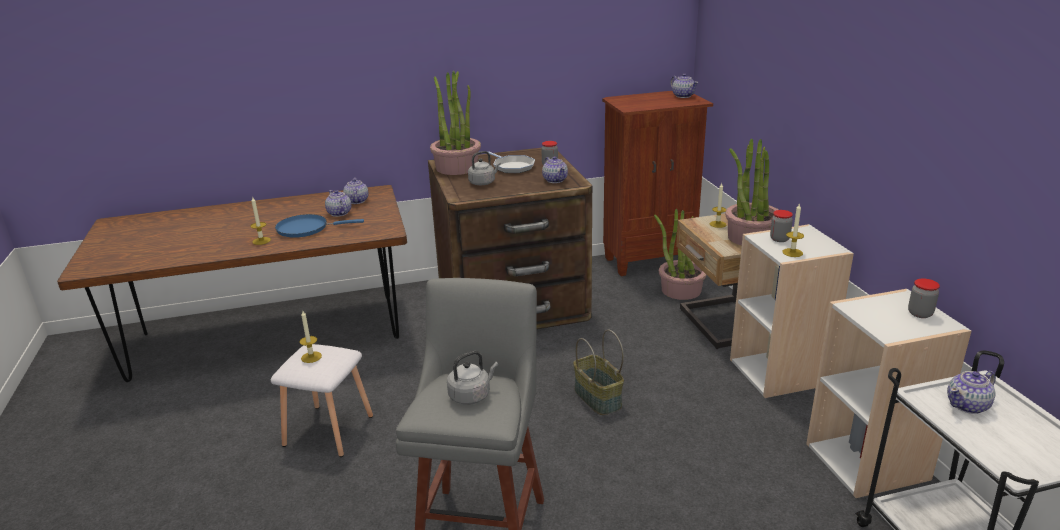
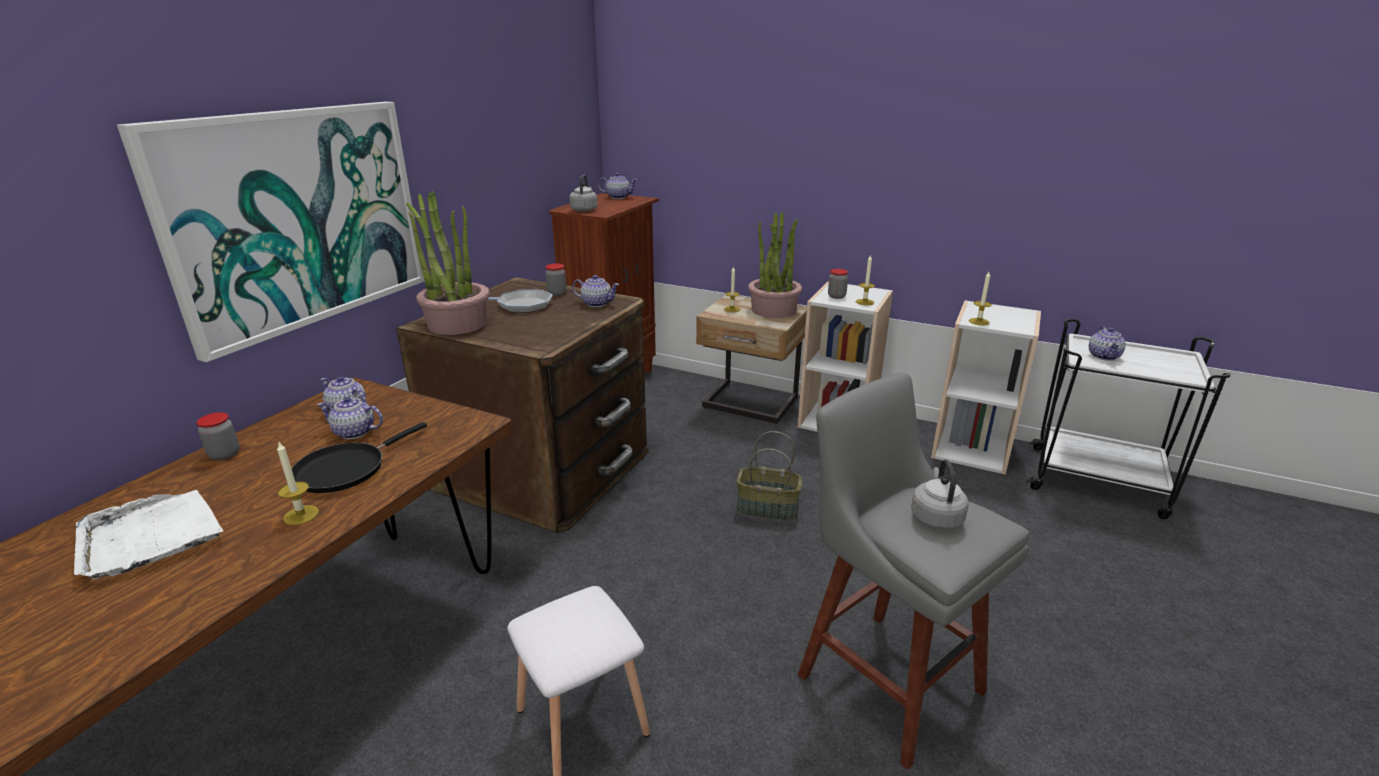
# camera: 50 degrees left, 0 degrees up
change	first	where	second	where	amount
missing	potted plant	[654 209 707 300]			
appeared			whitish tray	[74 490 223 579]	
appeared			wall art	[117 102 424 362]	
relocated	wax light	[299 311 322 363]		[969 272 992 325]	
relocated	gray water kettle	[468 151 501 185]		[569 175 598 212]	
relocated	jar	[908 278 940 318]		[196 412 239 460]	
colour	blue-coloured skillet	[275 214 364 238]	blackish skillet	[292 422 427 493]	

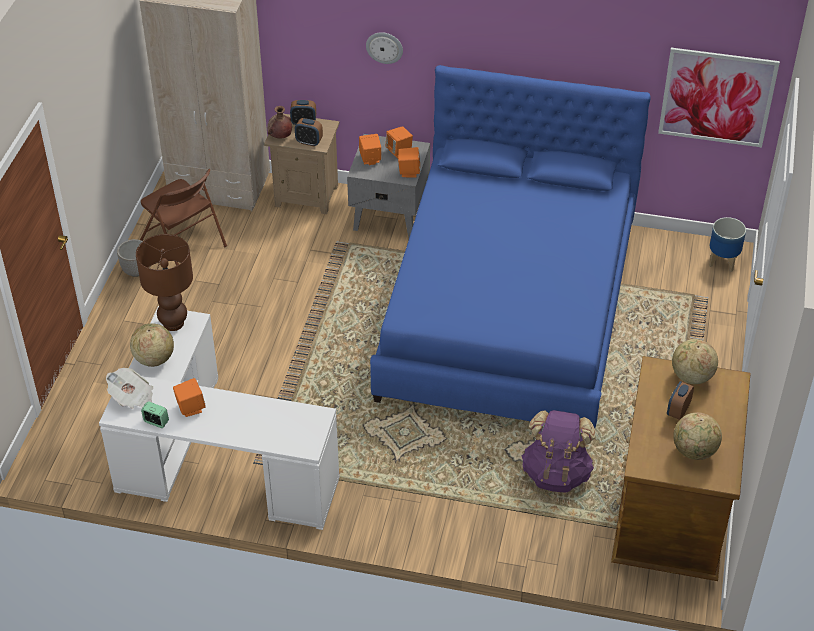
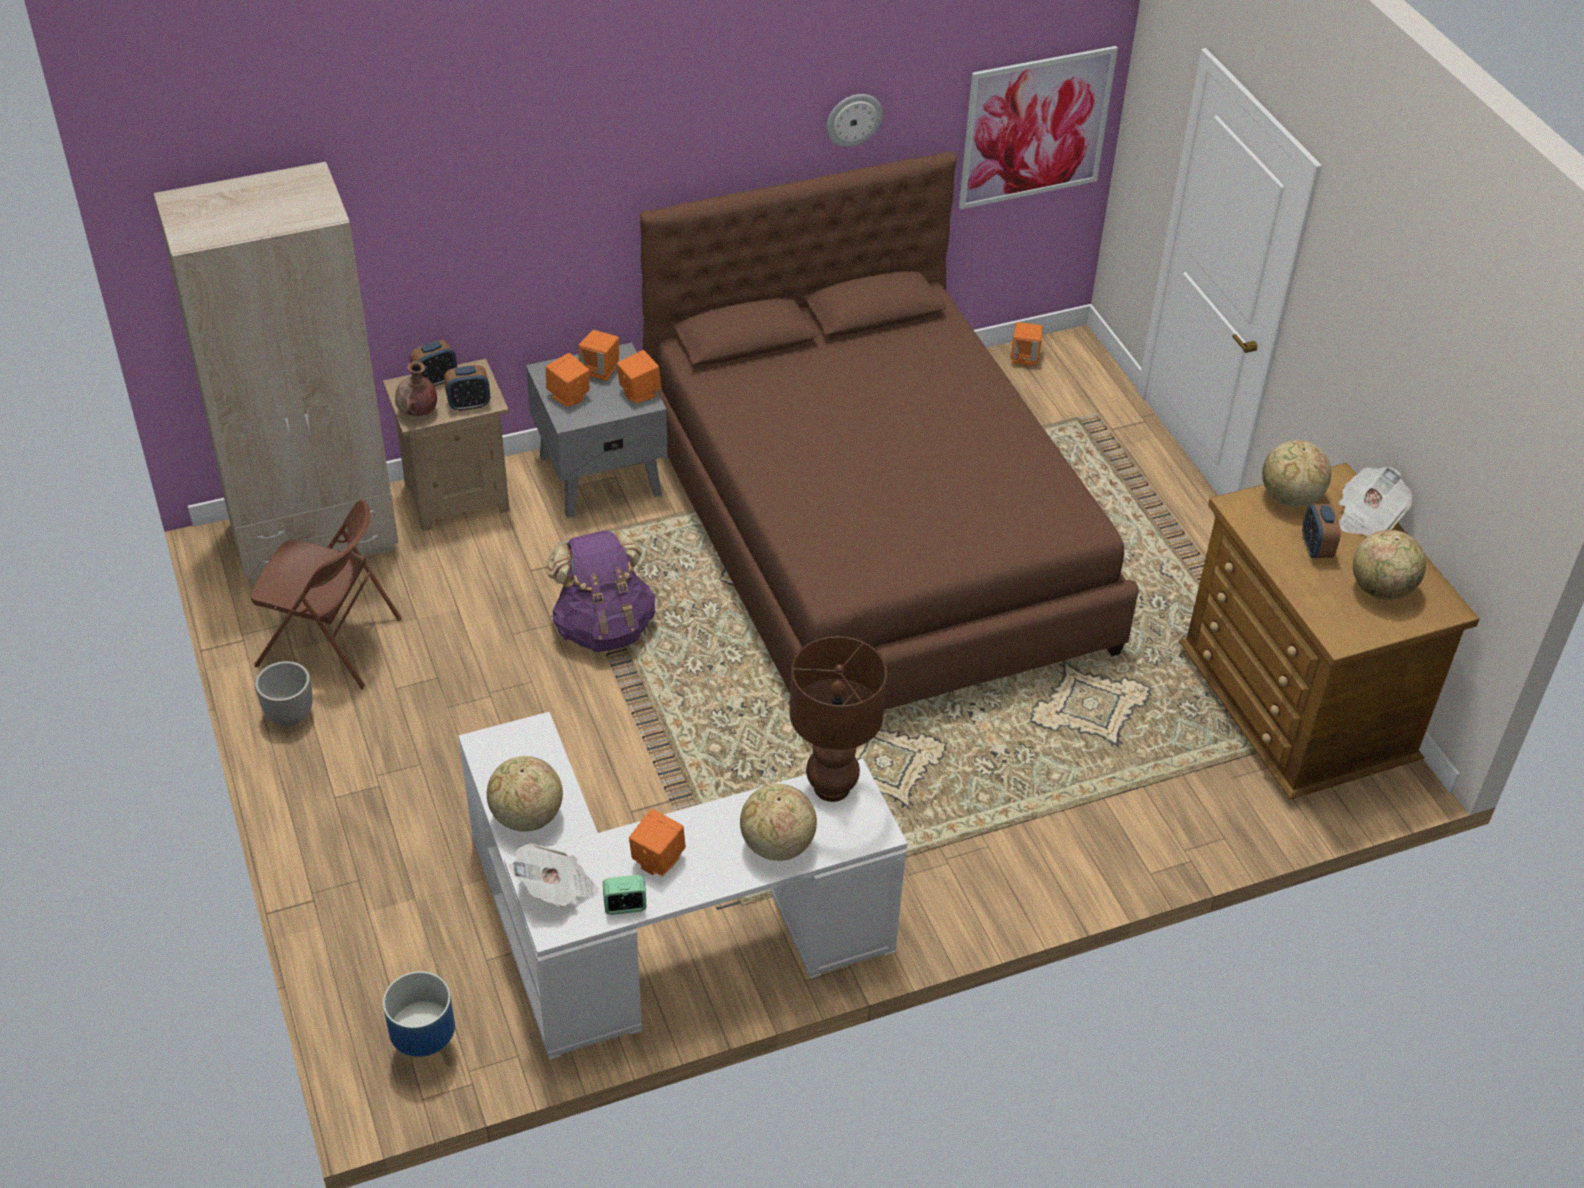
# camera: 35 degrees left, 0 degrees up
change	first	where	second	where	amount
appeared			world globe	[740 784 817 861]	
appeared			orange loudspeaker	[1010 322 1043 366]	
appeared			printed paper	[1339 467 1412 536]	
relocated	brownish lamp for a table	[136 234 193 331]		[790 636 887 802]	
relocated	clock on the wall	[366 32 403 64]		[827 94 883 147]	
relocated	purple-coloured backpack	[522 410 595 493]		[546 530 656 652]	
relocated	plant pot	[709 217 746 272]		[383 971 455 1075]	
colour	blue-coloured sleeping bed	[370 65 651 428]	brownish sleeping bed	[640 151 1139 710]	

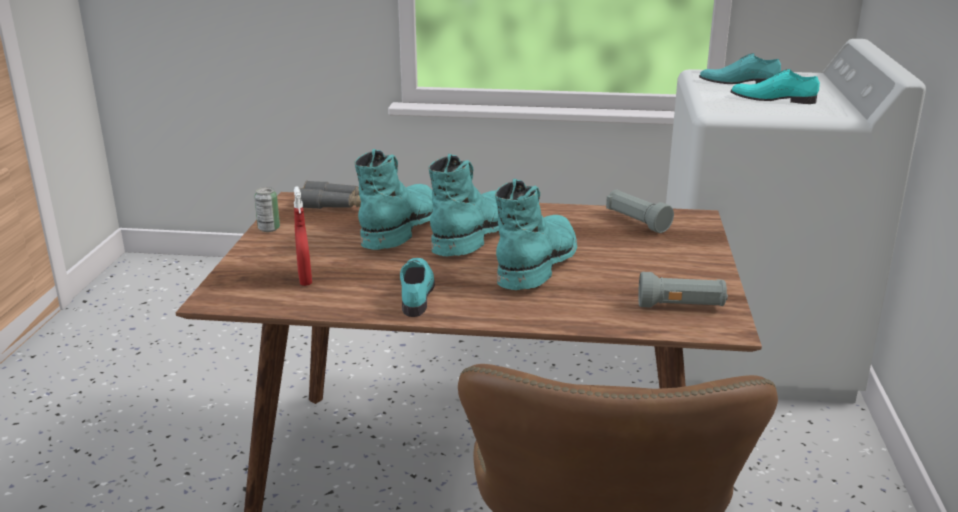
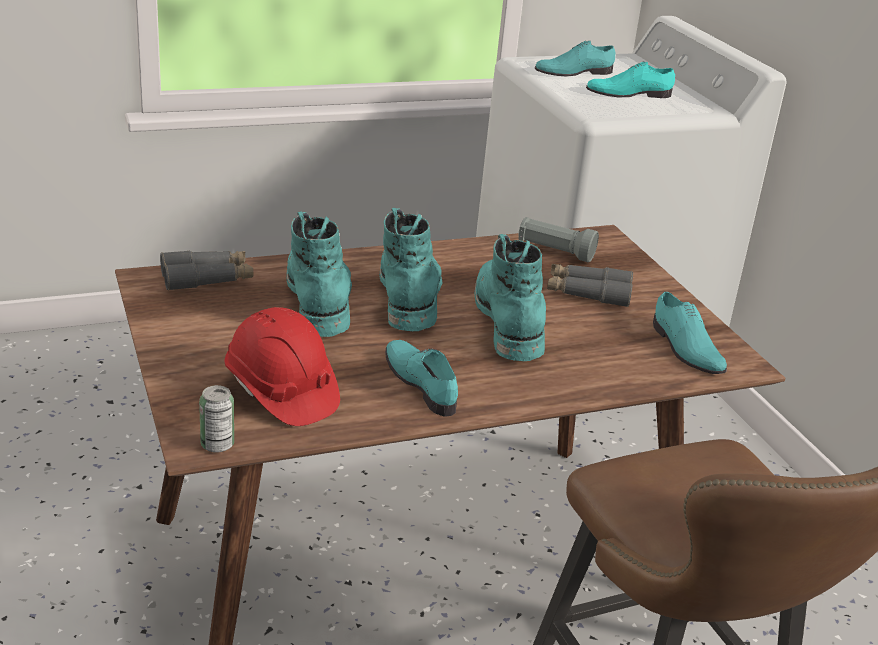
# camera: 30 degrees left, 5 degrees up
change	first	where	second	where	amount
appeared			gray binoculars	[547 264 633 307]	
relocated	can	[254 187 280 232]		[199 385 234 453]	
exchanged	red sprayer	[294 186 312 286]	red work helmet	[224 307 340 426]	
exchanged	gray torch	[638 272 728 308]	blue-green item of footwear	[653 292 727 374]	

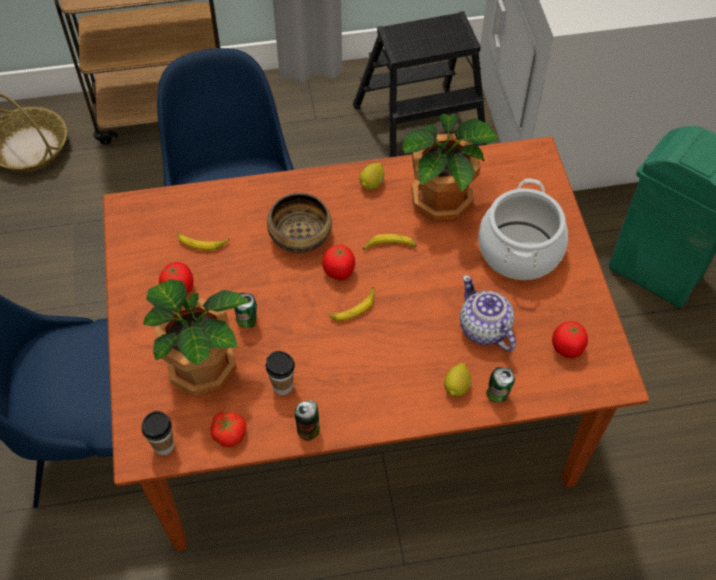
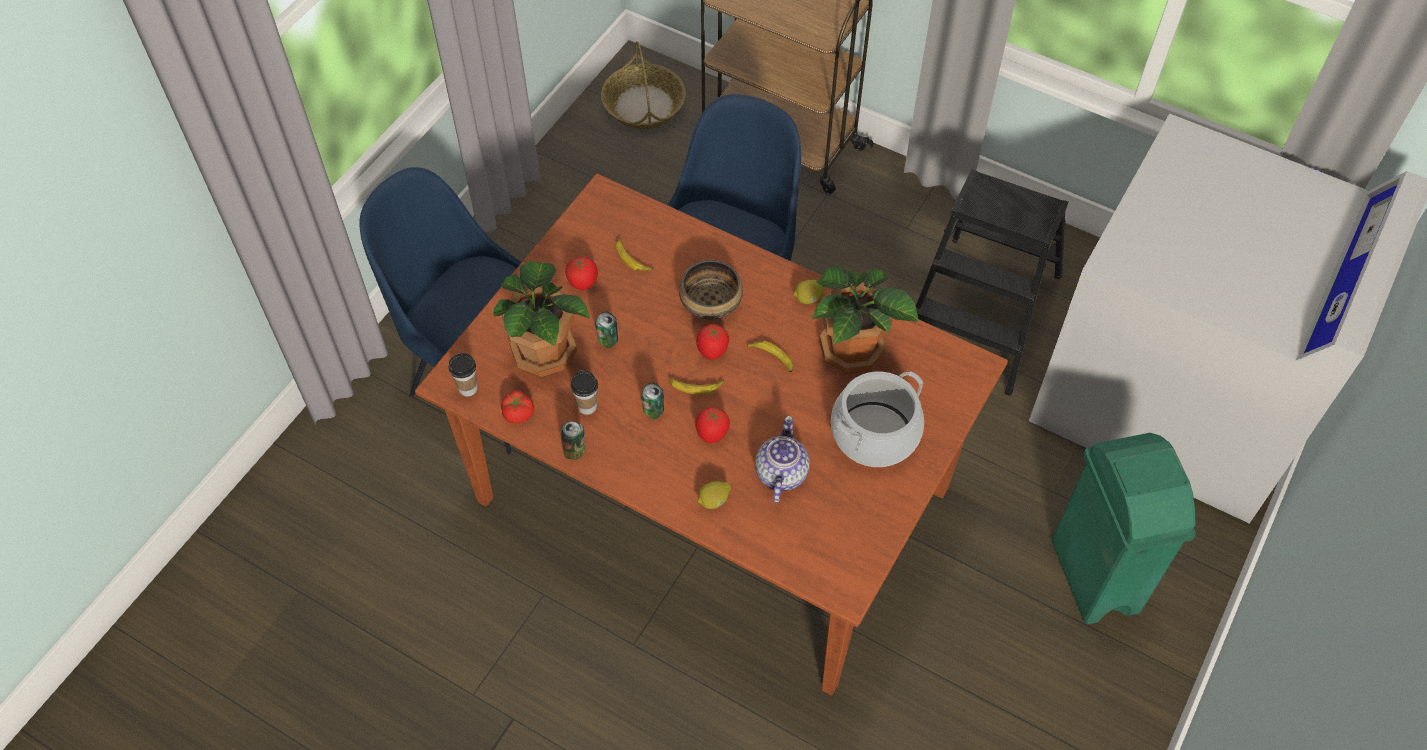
# camera: 40 degrees right, 0 degrees up
change	first	where	second	where	amount
relocated	can	[486 367 515 403]		[641 382 664 419]	
relocated	fresh tomato	[552 321 588 358]		[695 407 730 443]	

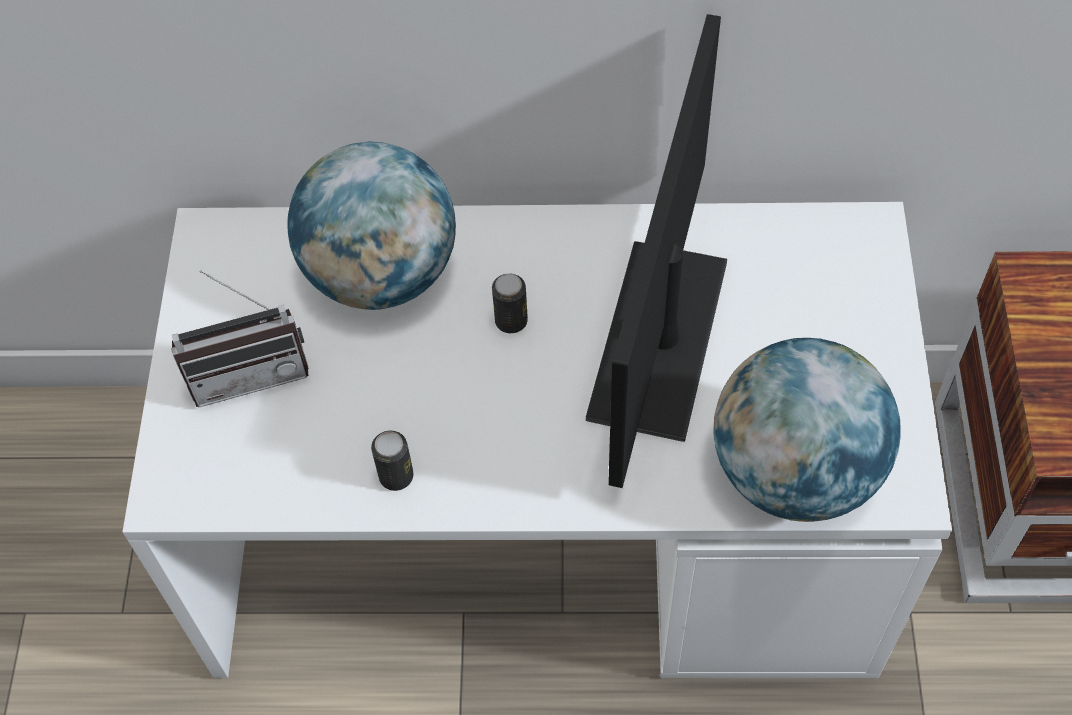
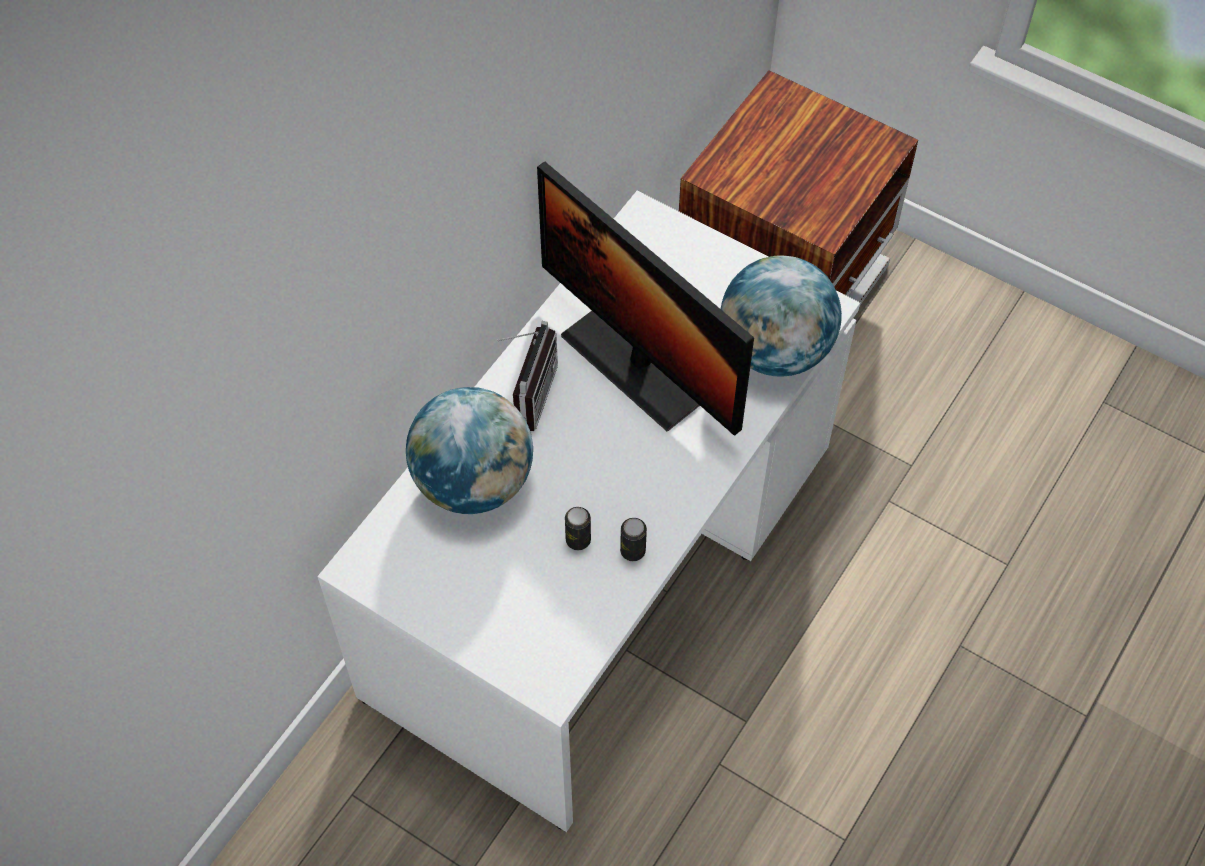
# camera: 60 degrees left, 0 degrees up
change	first	where	second	where	amount
relocated	radio receiver	[171 270 309 407]		[497 321 558 431]	
relocated	can	[492 273 528 333]		[565 507 591 550]	

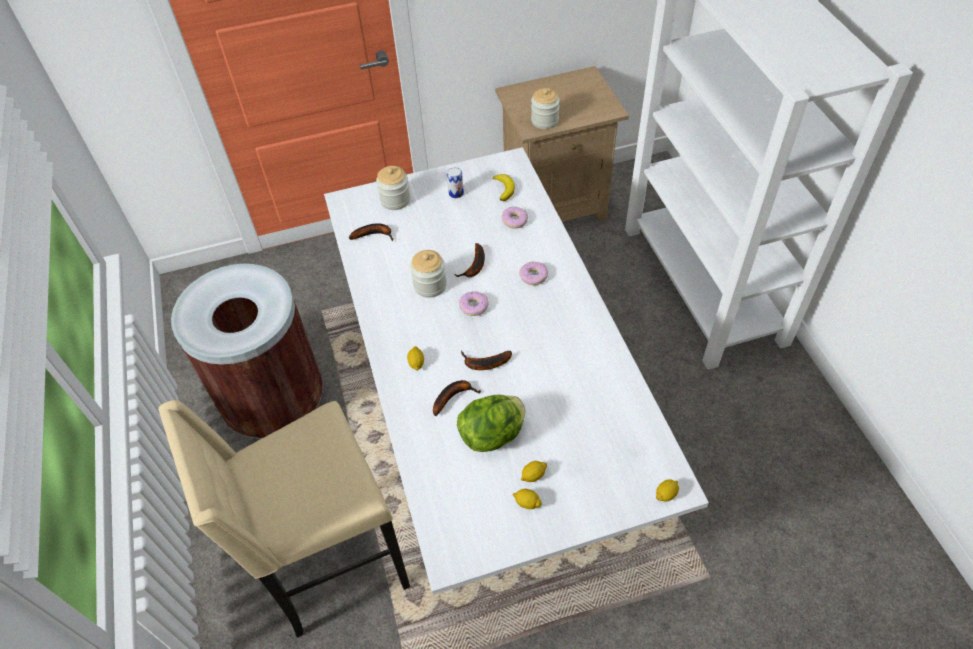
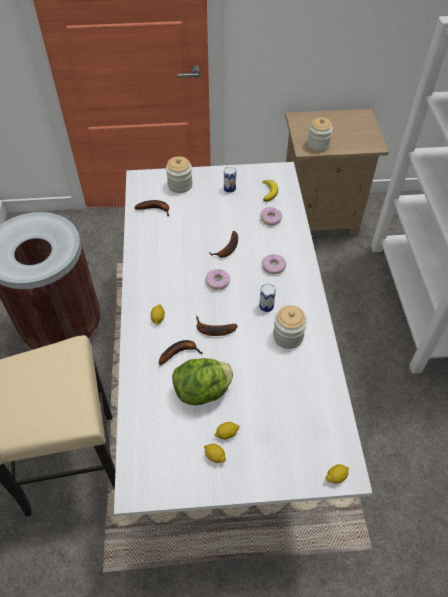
# camera: 10 degrees right, 0 degrees up
change	first	where	second	where	amount
appeared			can	[259 284 276 312]	
relocated	jar	[410 250 447 298]		[273 306 307 349]	

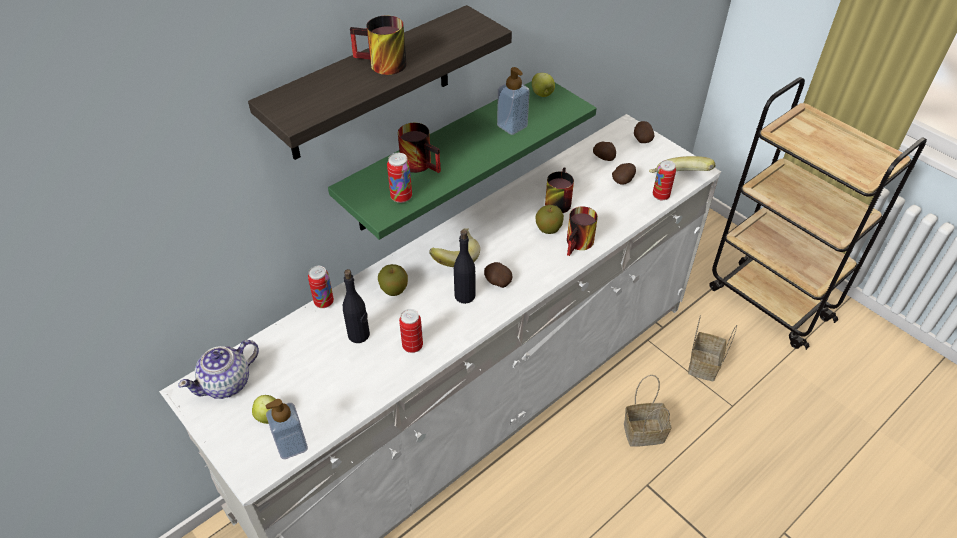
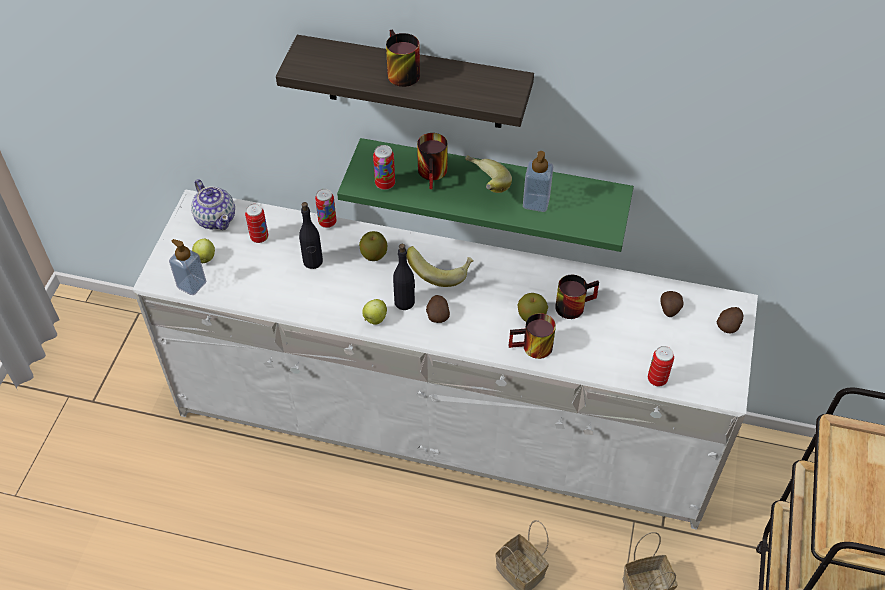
# camera: 55 degrees right, 5 degrees up
change	first	where	second	where	amount
missing	spud	[612 163 636 185]			
relocated	can	[399 309 423 353]		[245 204 268 243]	
relocated	whole apple	[532 73 555 97]		[362 299 387 325]	
relocated	whole banana	[649 156 715 173]		[465 155 512 193]	
spun	tea pot	[178 340 259 399]		[191 179 235 230]	135 degrees counterclockwise

